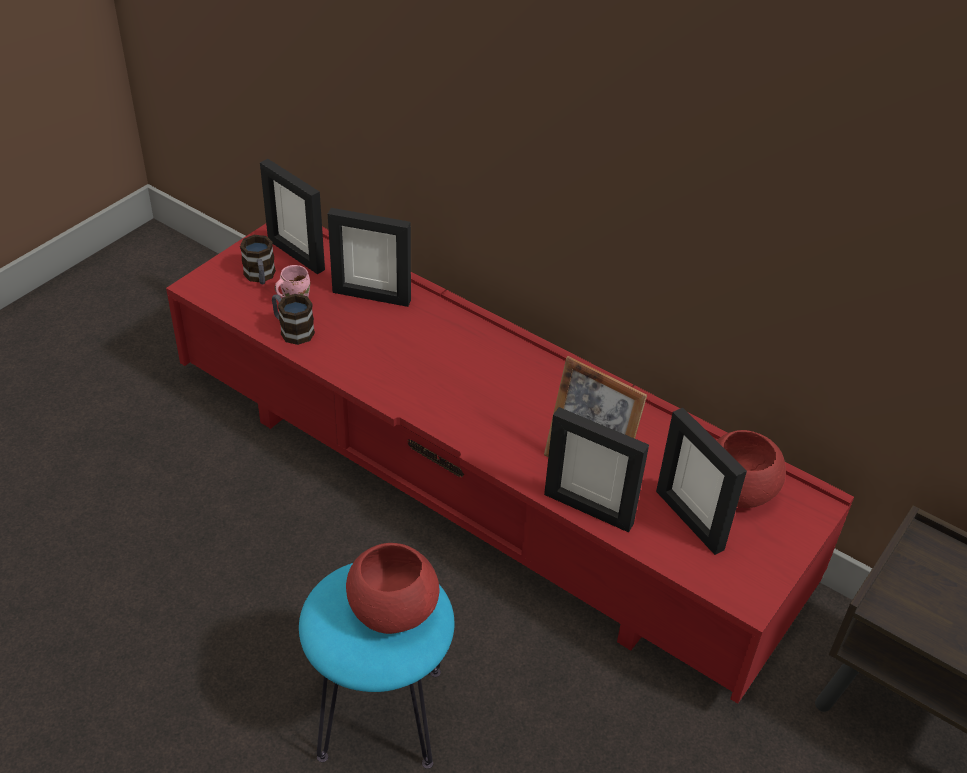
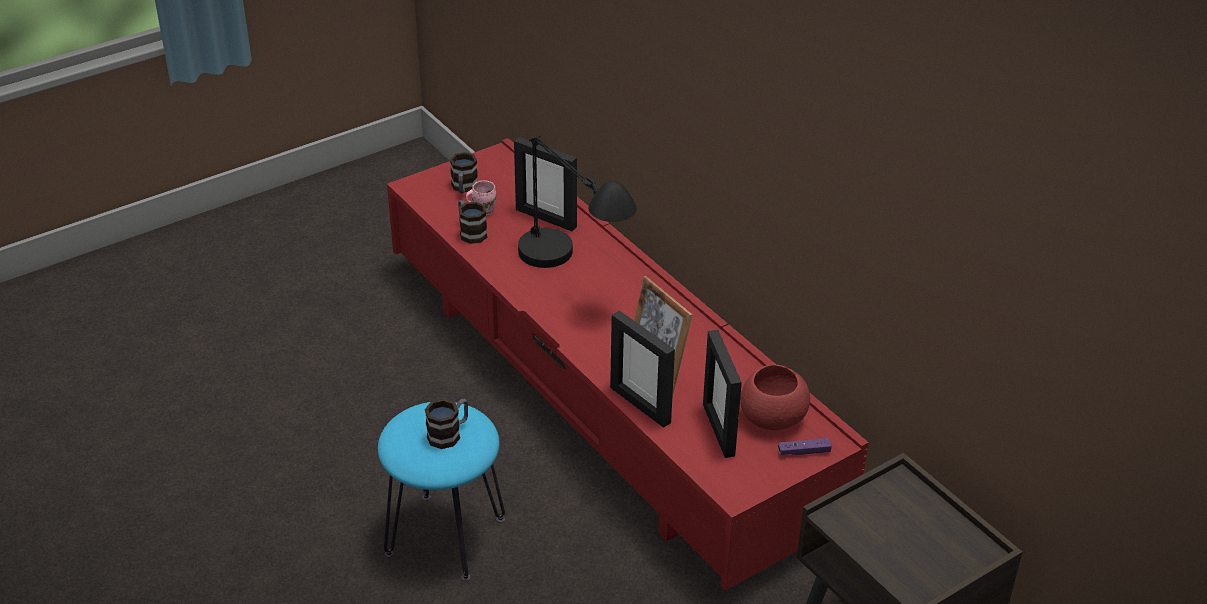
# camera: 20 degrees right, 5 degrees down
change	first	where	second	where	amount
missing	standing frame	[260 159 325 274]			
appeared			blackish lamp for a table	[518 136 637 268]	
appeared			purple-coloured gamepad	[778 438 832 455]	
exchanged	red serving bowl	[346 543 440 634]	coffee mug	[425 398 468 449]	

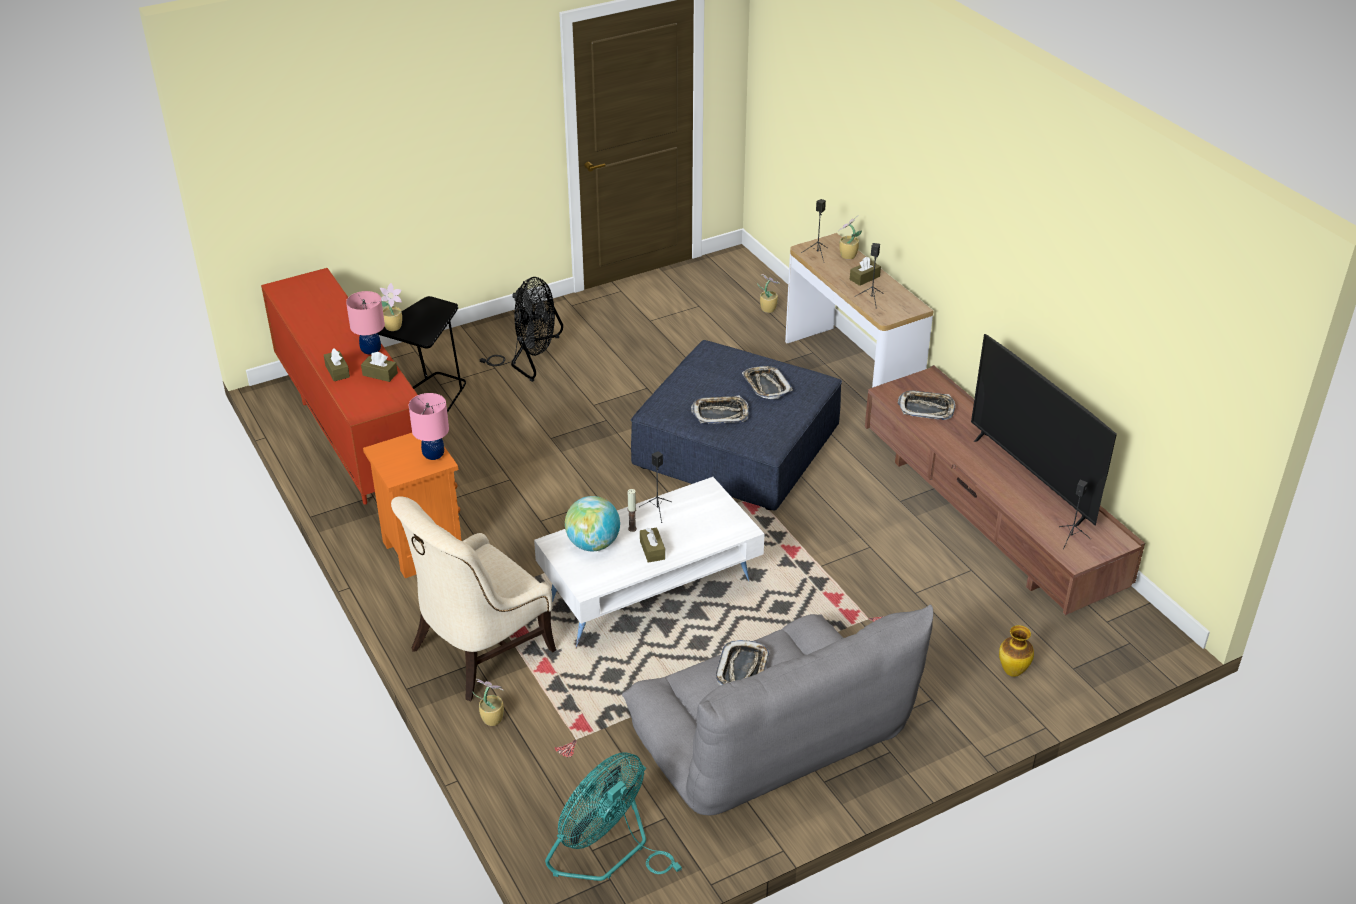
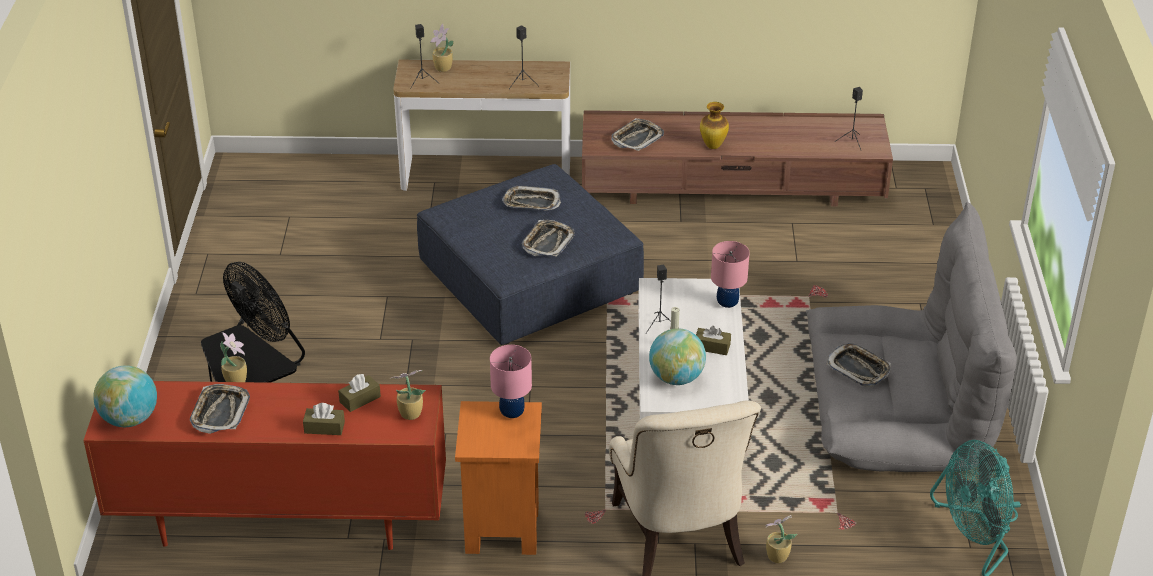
# camera: 60 degrees left, 0 degrees up
change	first	where	second	where	amount
missing	brownish tissue holder	[850 257 881 286]			
missing	TV set	[971 334 1117 526]			
appeared			world globe	[93 366 157 427]	
appeared			tray	[190 384 250 434]	
relocated	pink lamp for a table	[346 291 385 355]		[711 241 750 308]	
relocated	potted plant	[757 274 779 313]		[390 370 426 420]	
relocated	flower vase	[999 625 1034 677]		[700 102 729 149]	

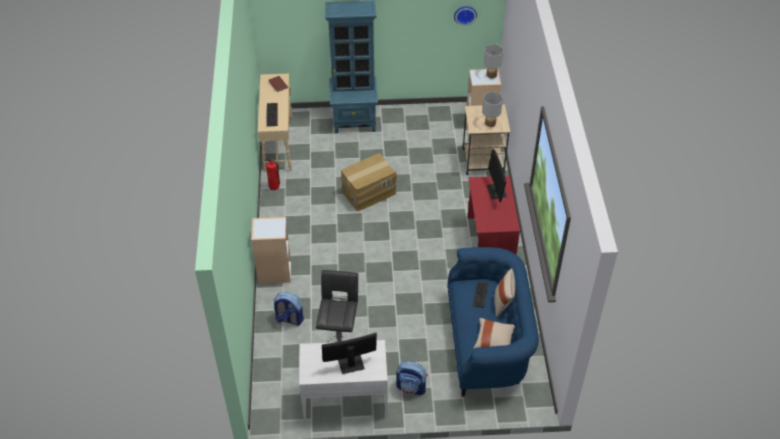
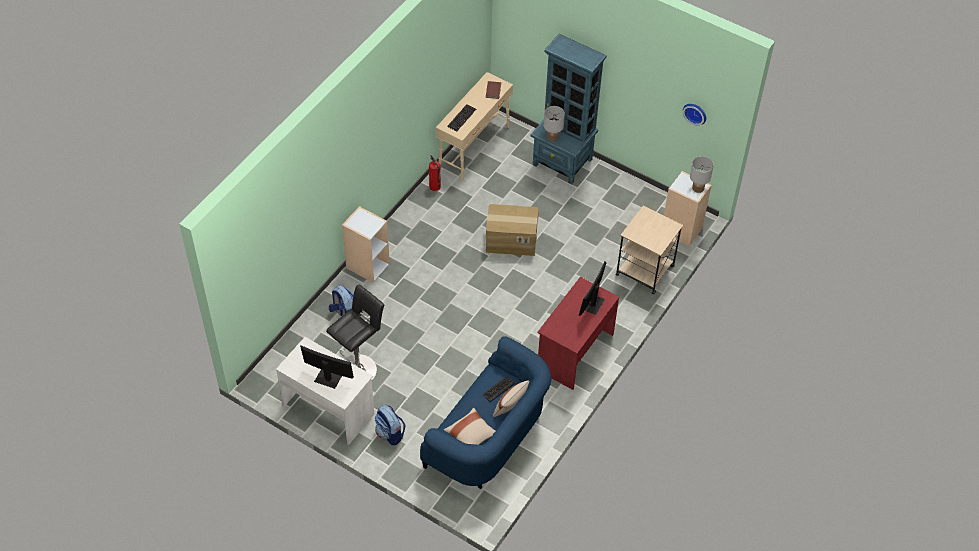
# camera: 35 degrees right, 5 degrees up
change	first	where	second	where	amount
relocated	gray lamp for a table	[482 92 503 127]		[544 106 565 142]	

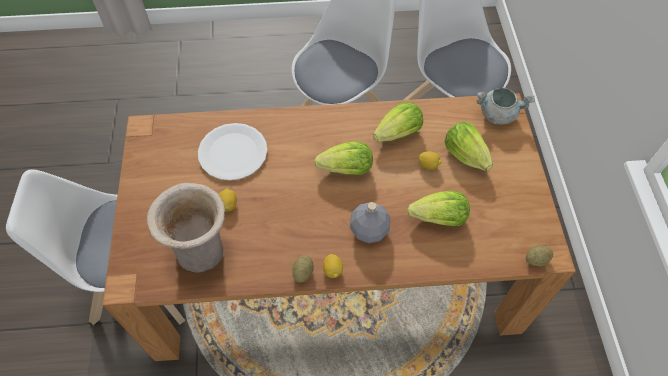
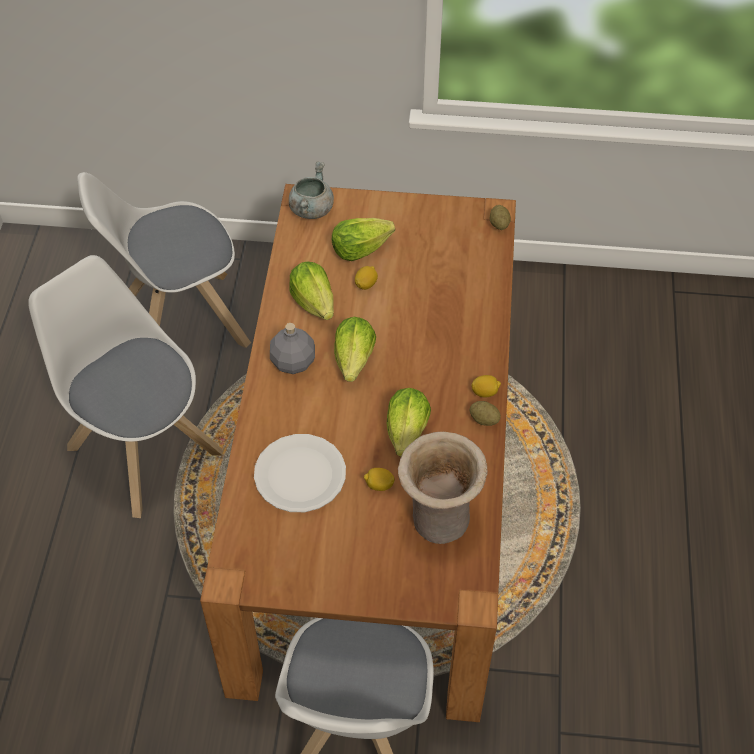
# camera: 80 degrees left, 5 degrees down
change	first	where	second	where	amount
relocated	gray bottle	[350 202 390 243]		[270 323 315 374]	
relocated	lettuce head	[407 191 470 226]		[387 388 431 457]	

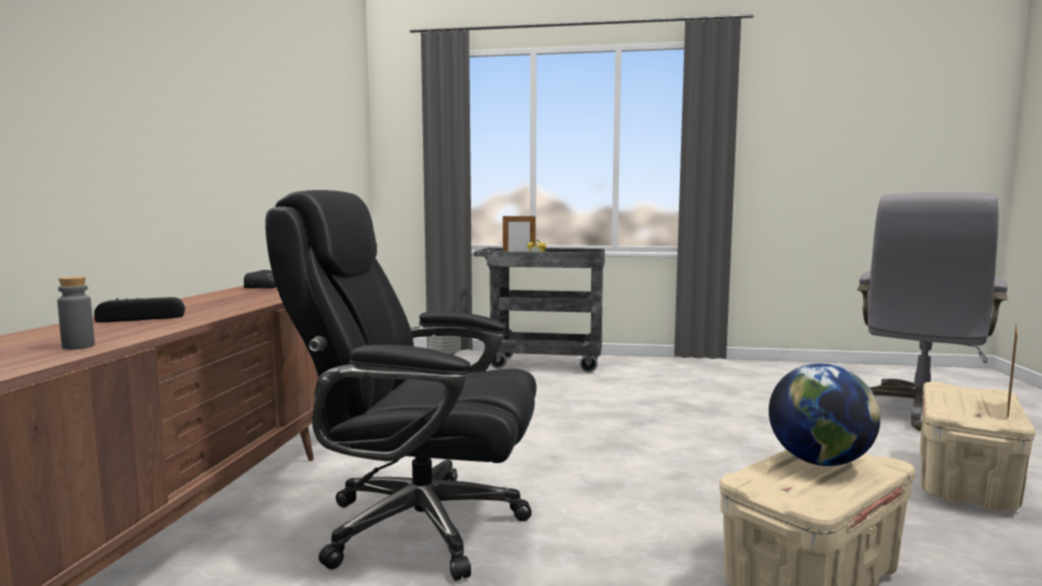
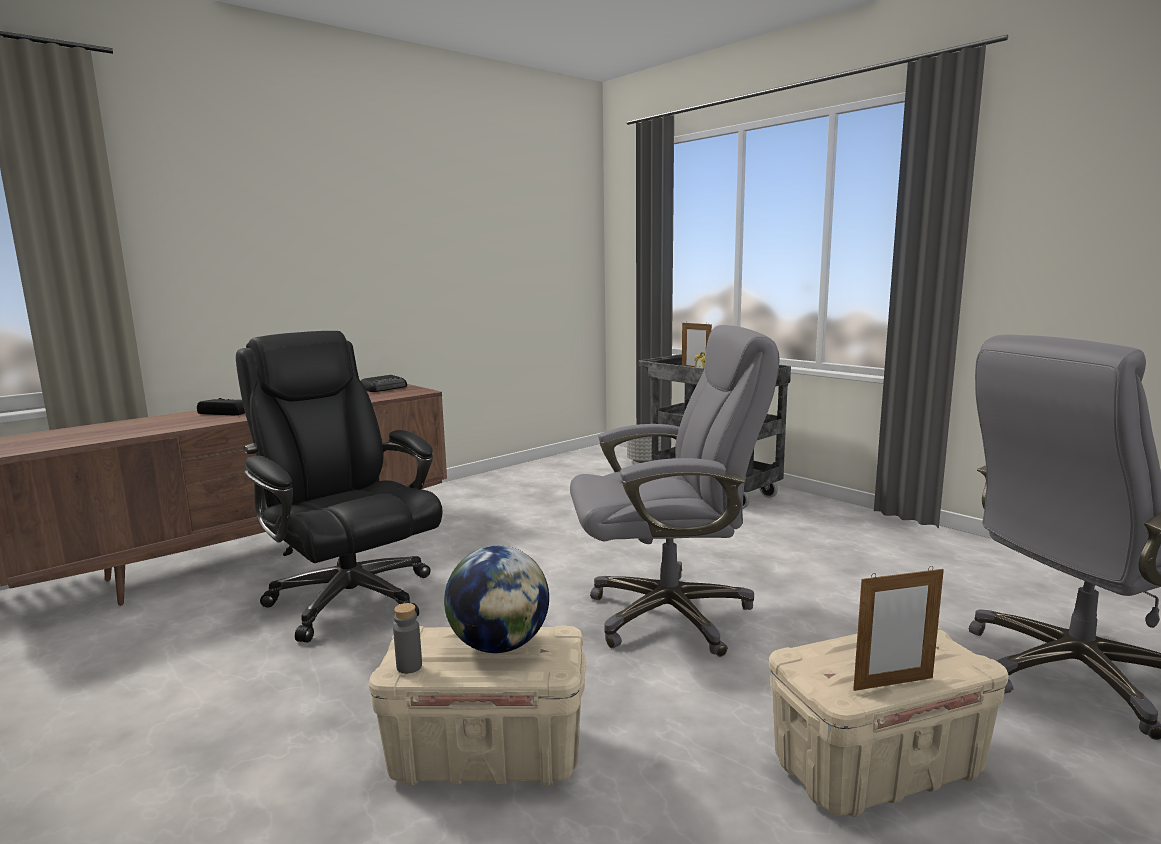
# camera: 40 degrees right, 5 degrees up
change	first	where	second	where	amount
appeared			gray computer chair	[570 325 779 657]	
relocated	gray bottle	[57 276 95 350]		[393 603 422 674]	

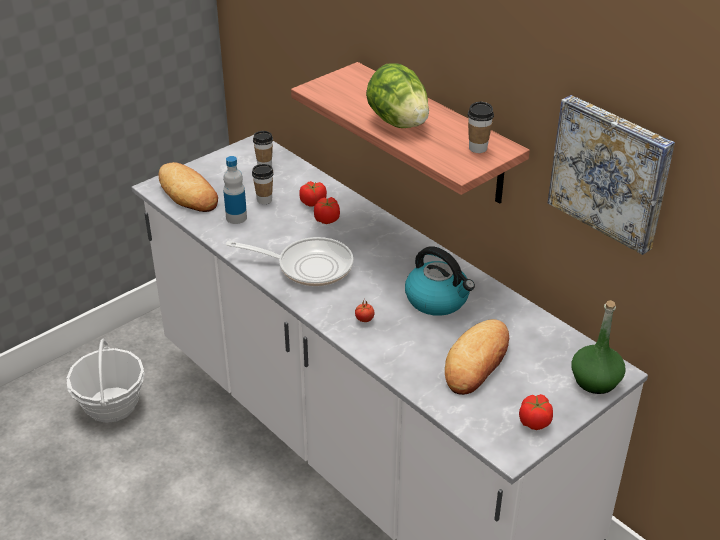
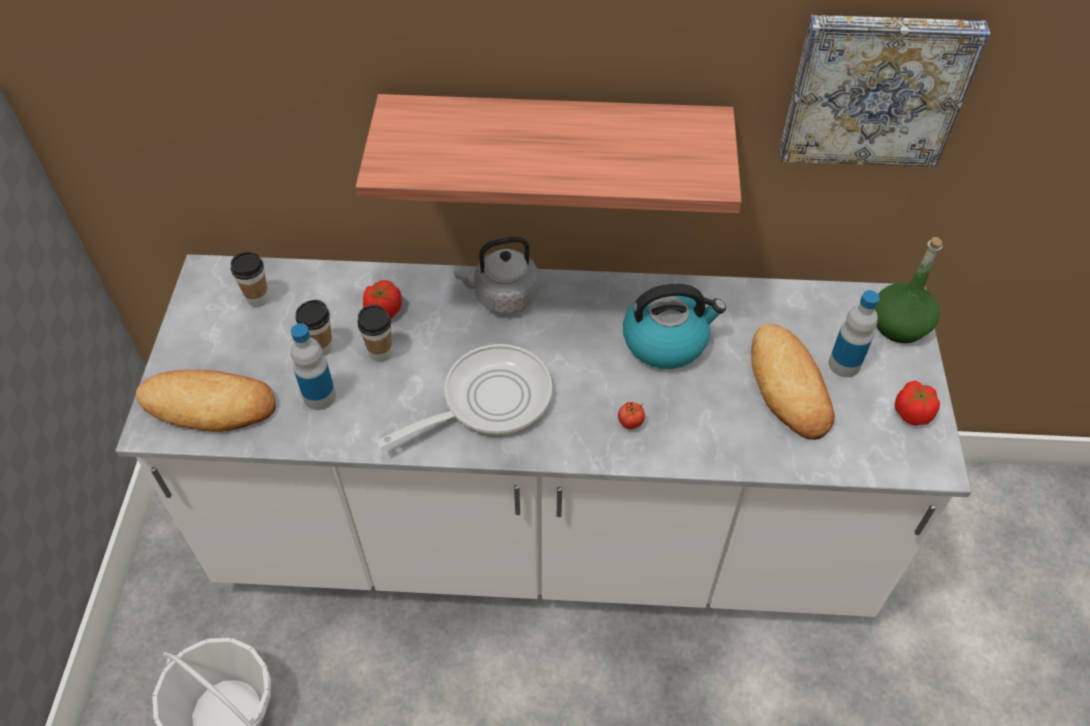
# camera: 45 degrees left, 15 degrees up
change	first	where	second	where	amount
missing	fresh tomato	[314 197 340 224]			
missing	lettuce head	[366 63 429 128]			
appeared			gray water kettle	[454 236 539 314]	
appeared			bottle	[829 290 880 377]	
relocated	cup	[468 102 494 153]		[358 305 392 362]	

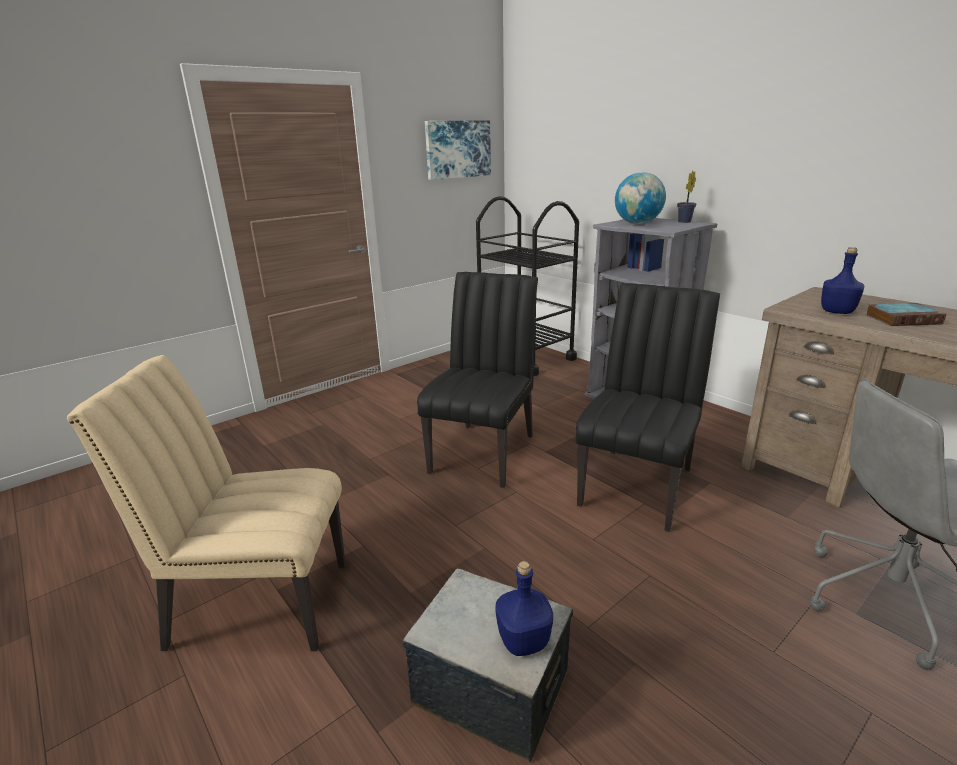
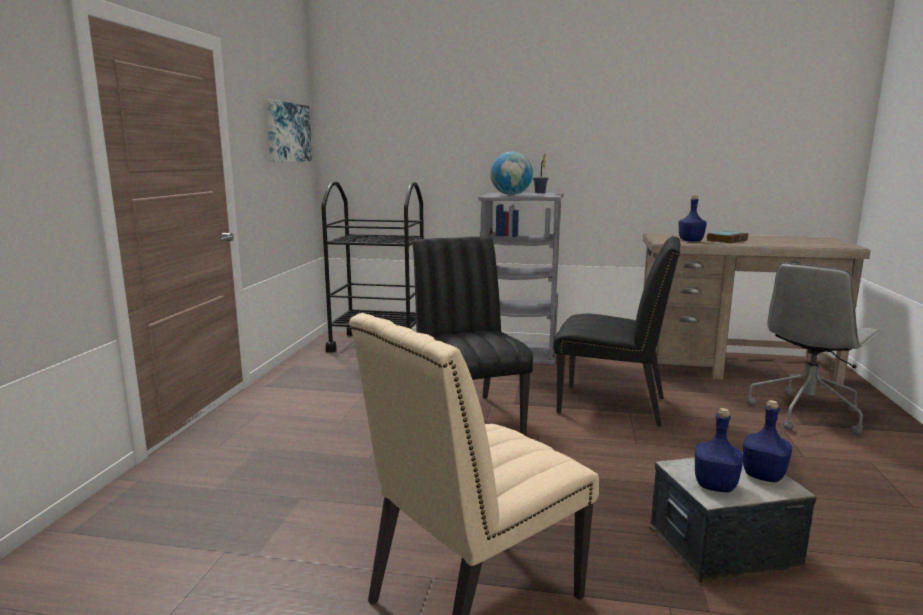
# camera: 40 degrees left, 10 degrees down
change	first	where	second	where	amount
appeared			blue-coloured bottle	[695 408 743 492]	
spun	blackish upright chair	[576 283 720 532]		[553 236 680 426]	120 degrees clockwise

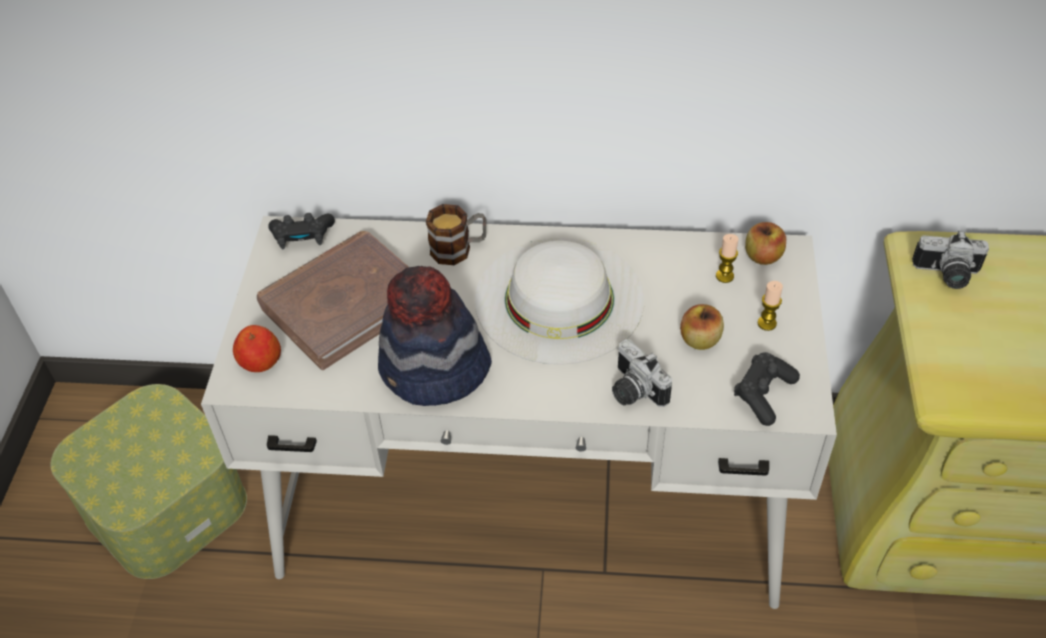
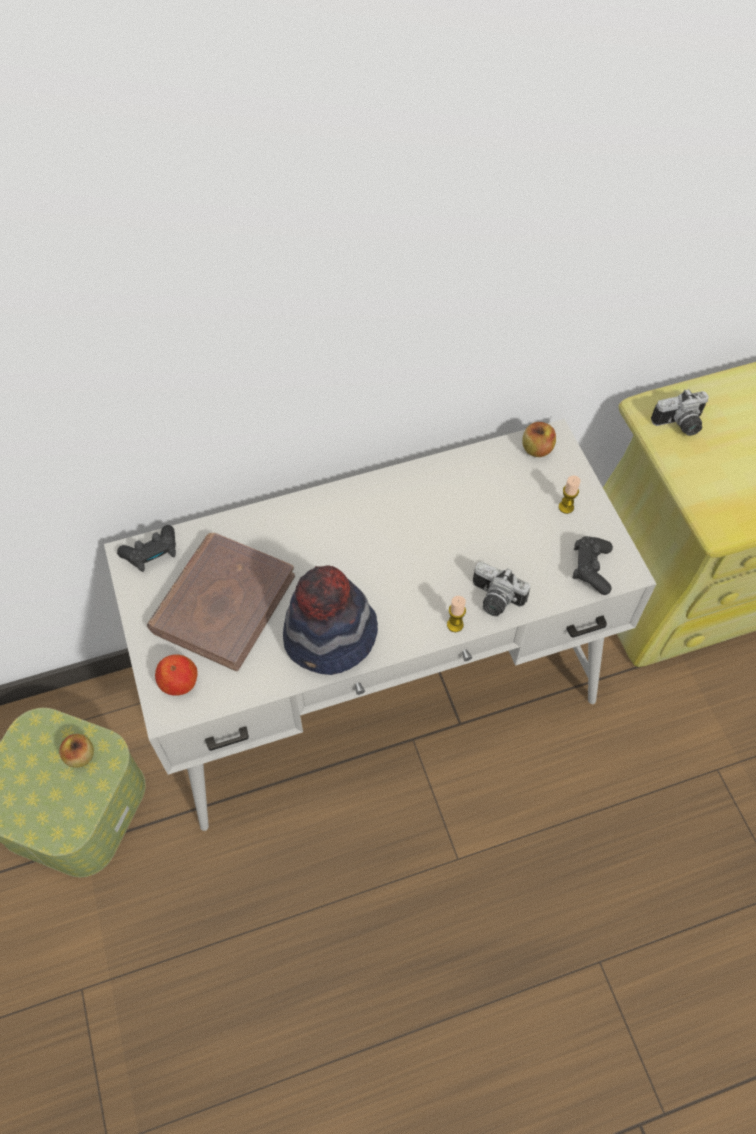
# camera: 25 degrees left, 10 degrees up
change	first	where	second	where	amount
missing	coffee mug	[426 204 487 265]			
missing	whitish hat	[475 238 644 365]			
relocated	whole apple	[680 304 724 350]		[59 734 94 768]	
relocated	wax light	[716 234 738 283]		[447 596 466 632]	

